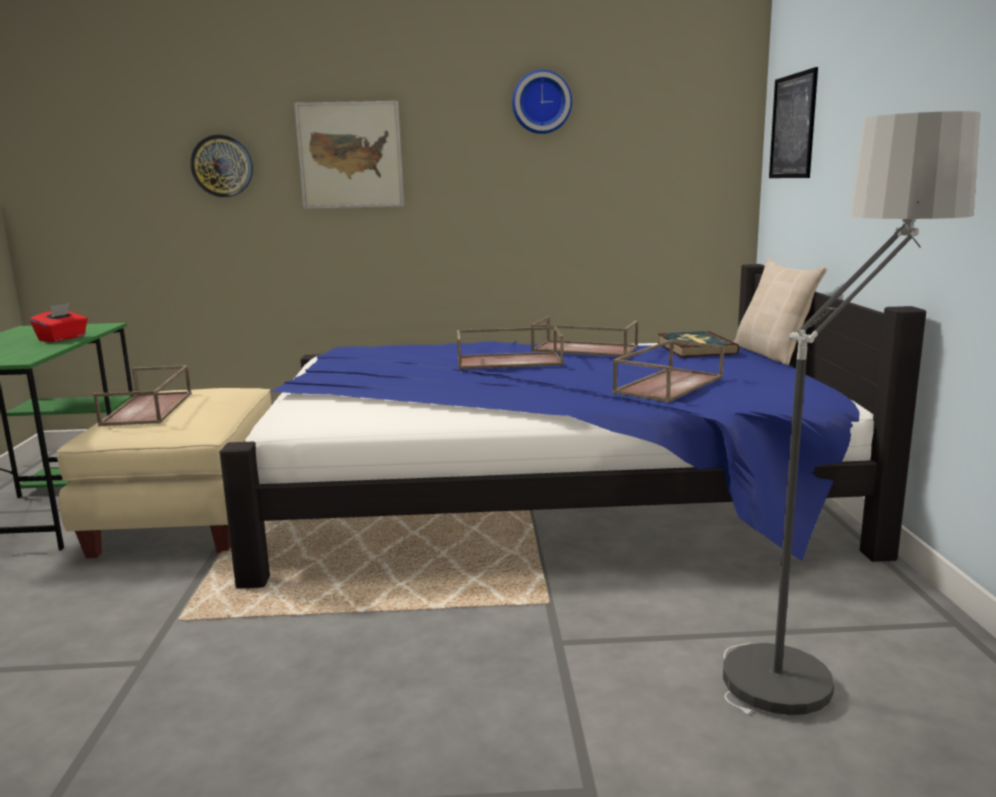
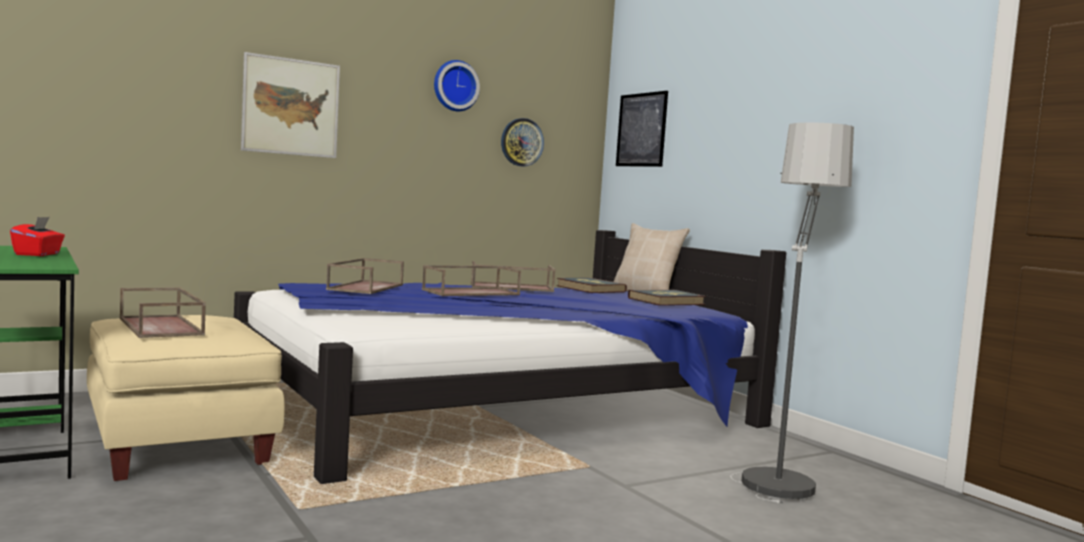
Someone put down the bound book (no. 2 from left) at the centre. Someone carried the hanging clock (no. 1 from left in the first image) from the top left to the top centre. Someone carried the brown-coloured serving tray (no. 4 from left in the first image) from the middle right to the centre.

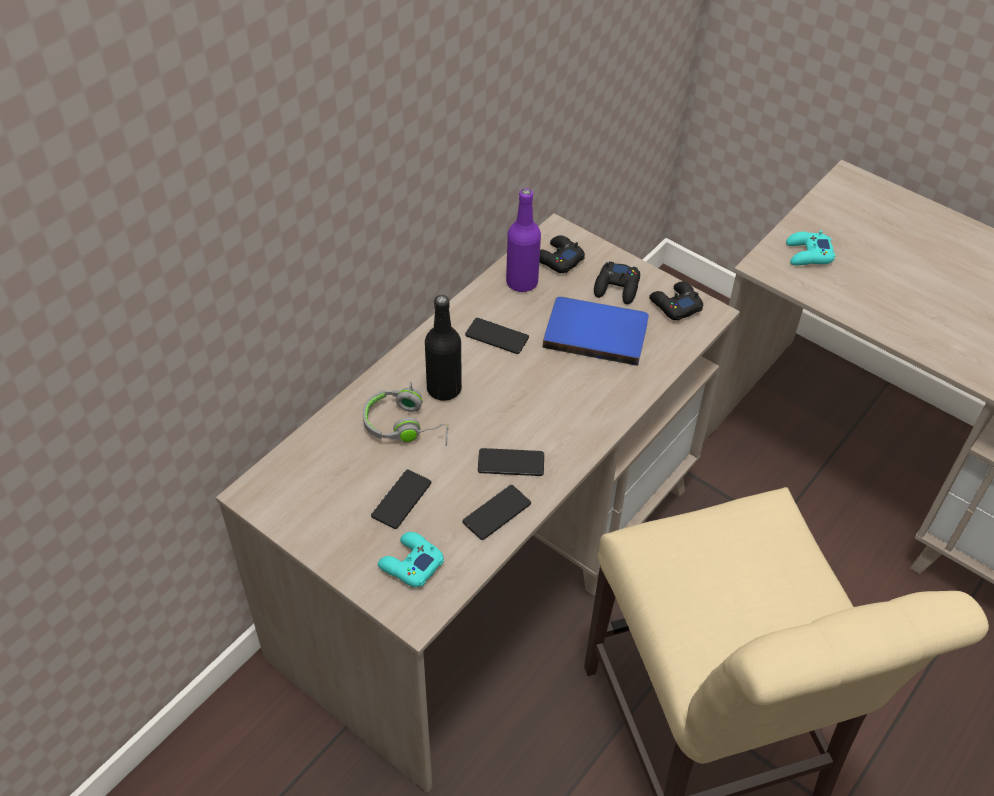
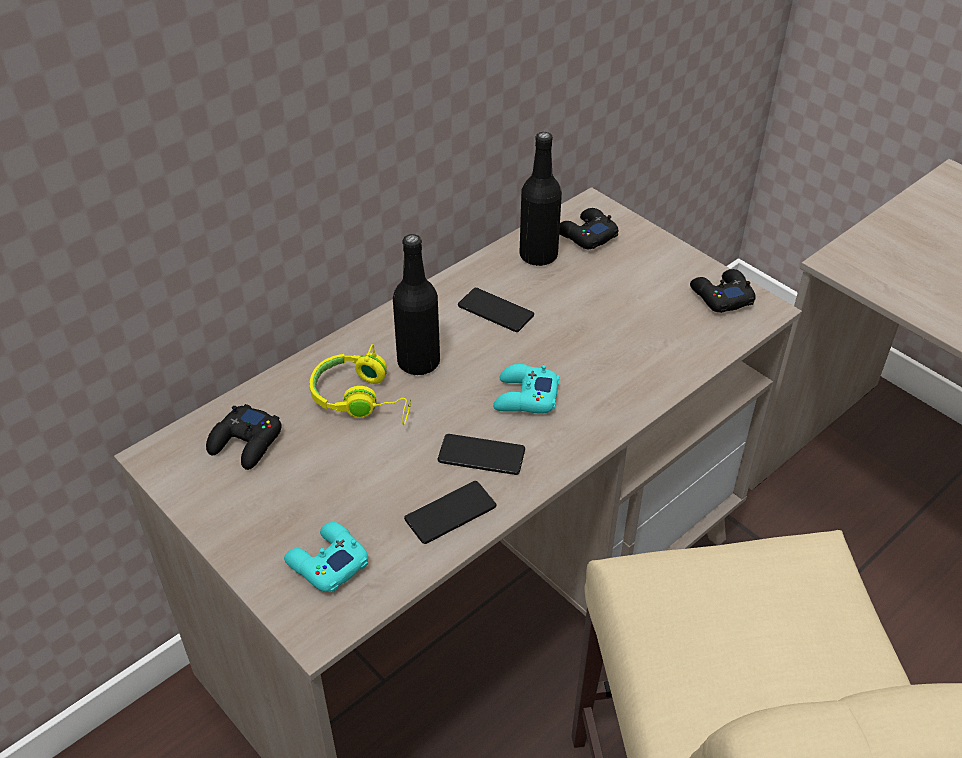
Someone took away the telephone (no. 1 from left) at the centre. Someone took away the blue-coloured bound book at the centre. Someone carried the blackish game controller (no. 2 from left in the first image) from the centre to the middle left. Someone carried the turquoise-coloured game controller (no. 2 from left) from the top right to the centre. Someone repainted the greyish headphones at the centre, which became the yellowish headphones at the centre. Someone repainted the purple-coloured drink bottle at the top centre, which became the blackish drink bottle (no. 2 from left) at the top centre.

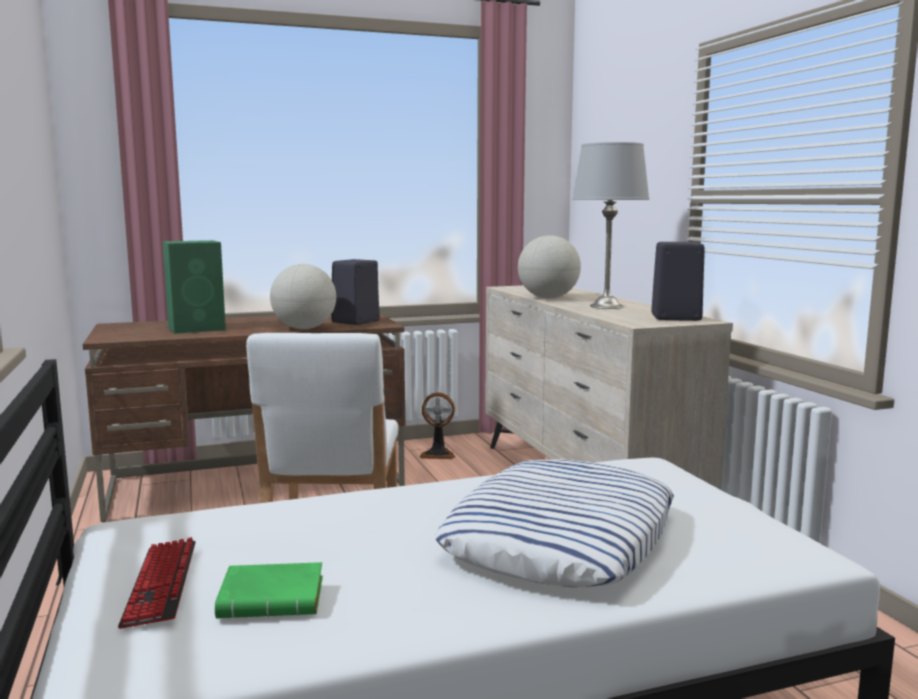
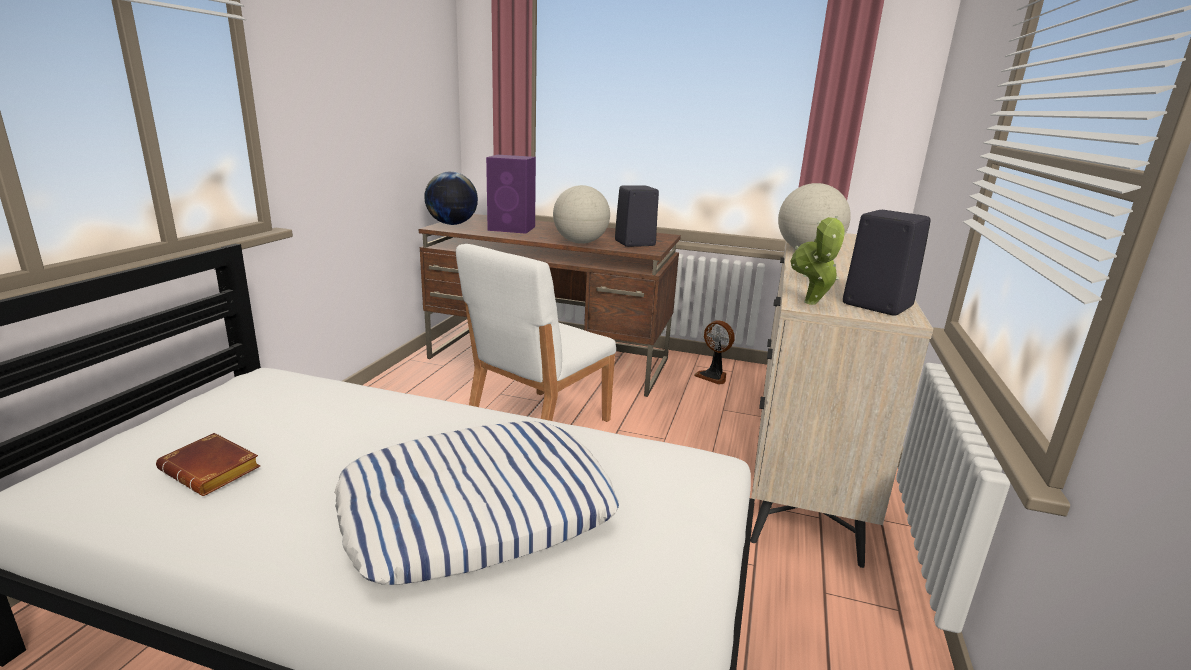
Someone took away the PC keyboard at the bottom left. Someone took away the greyish lamp for a table at the top centre. Someone put down the desk globe (no. 1 from left) at the top centre. Someone put down the houseplant at the middle right. Someone repainted the green loudspeaker at the middle left, which became the purple-coloured loudspeaker at the top centre. Someone repainted the green bound book at the bottom left, which became the brown-coloured bound book at the bottom left.

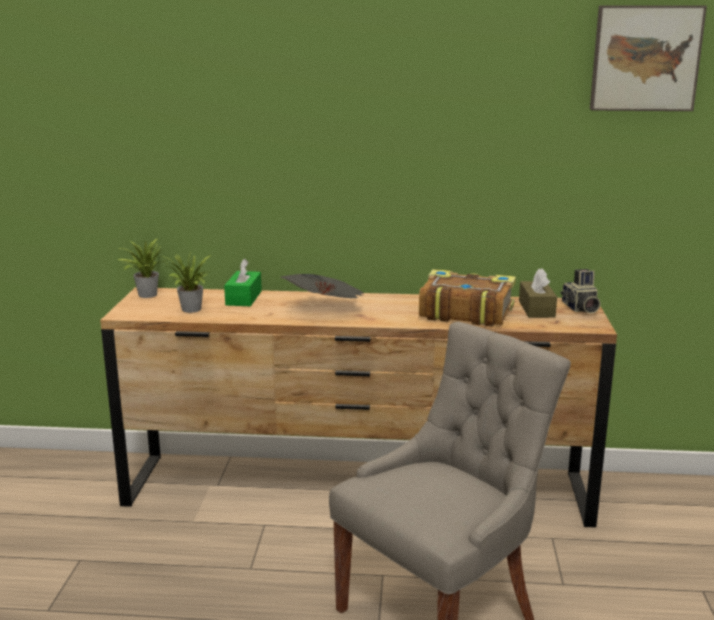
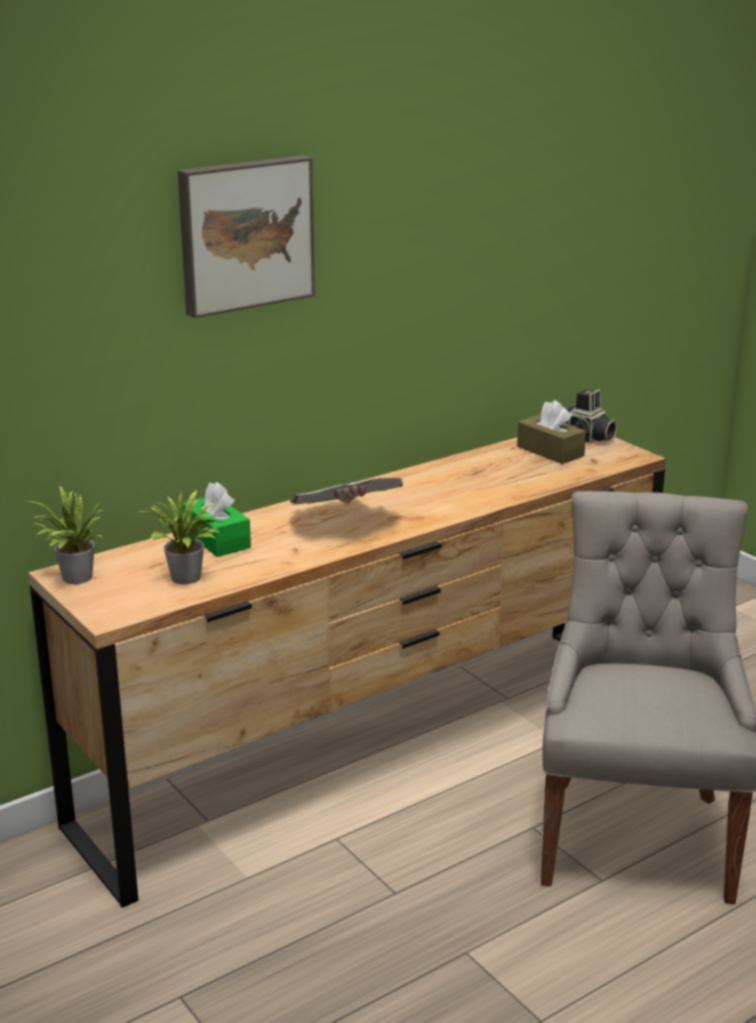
Someone took away the bound book at the centre. Someone carried the wall picture from the top right to the top left.

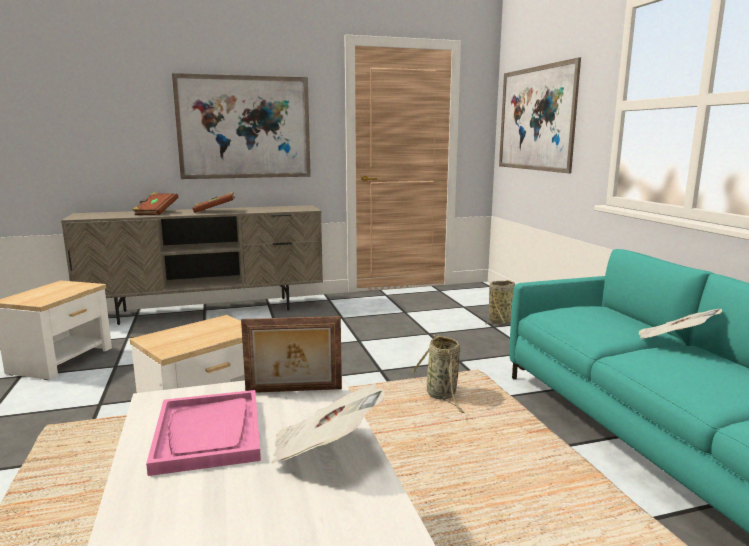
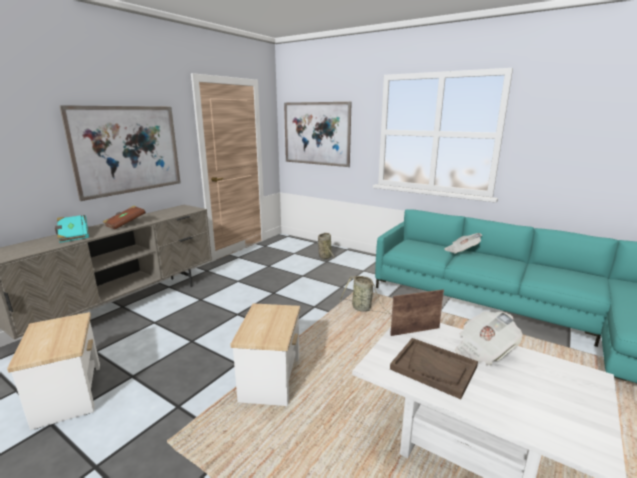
Someone repainted the brown-coloured bound book (no. 1 from left) at the middle left, which became the turquoise-coloured bound book at the middle left. Someone repainted the pinkish serving tray at the bottom left, which became the brown-coloured serving tray at the bottom right. Someone rotated the picture frame at the centre by 150 degrees counterclockwise.

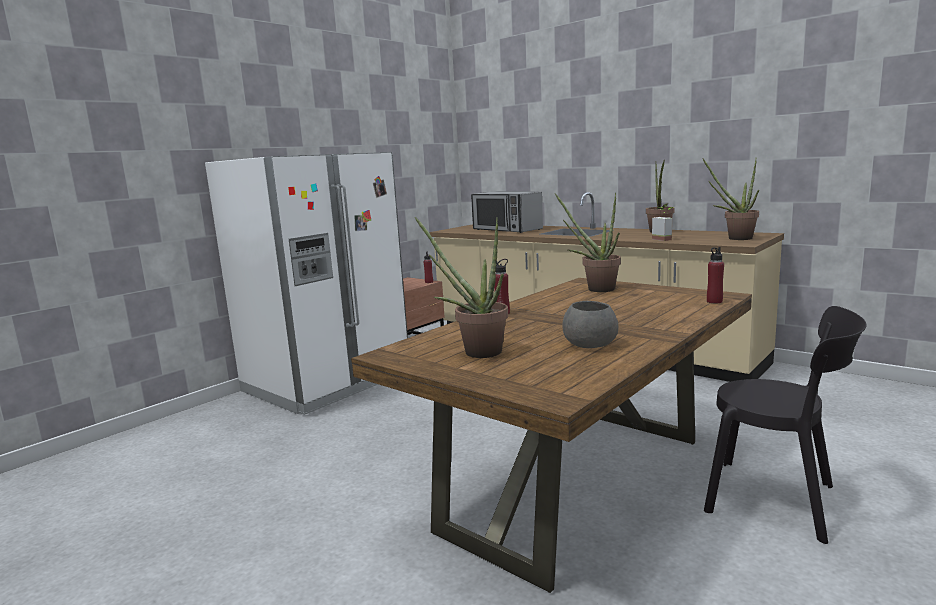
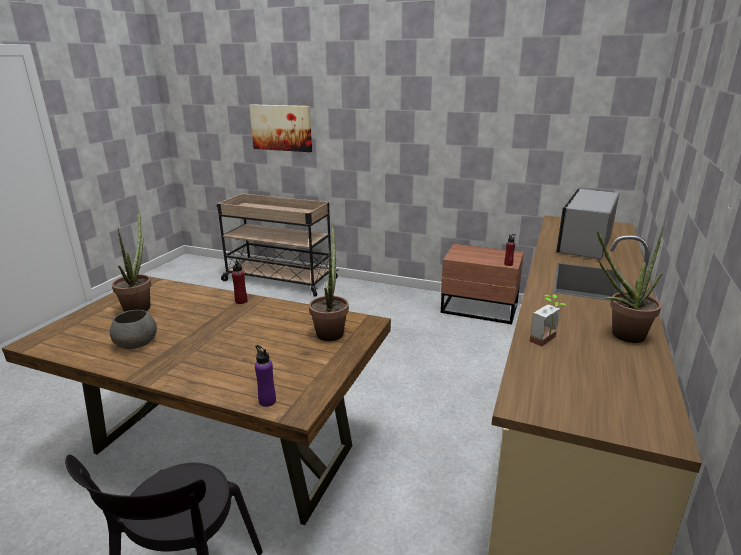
Someone took away the white-coloured fridge at the middle left. Someone took away the houseplant (no. 5 from left) at the top right. Someone put down the beige-coloured trolley at the centre. Someone put up the wall picture at the top centre. Someone repainted the red drink bottle (no. 3 from left) at the middle right, which became the purple-coloured drink bottle at the bottom centre.

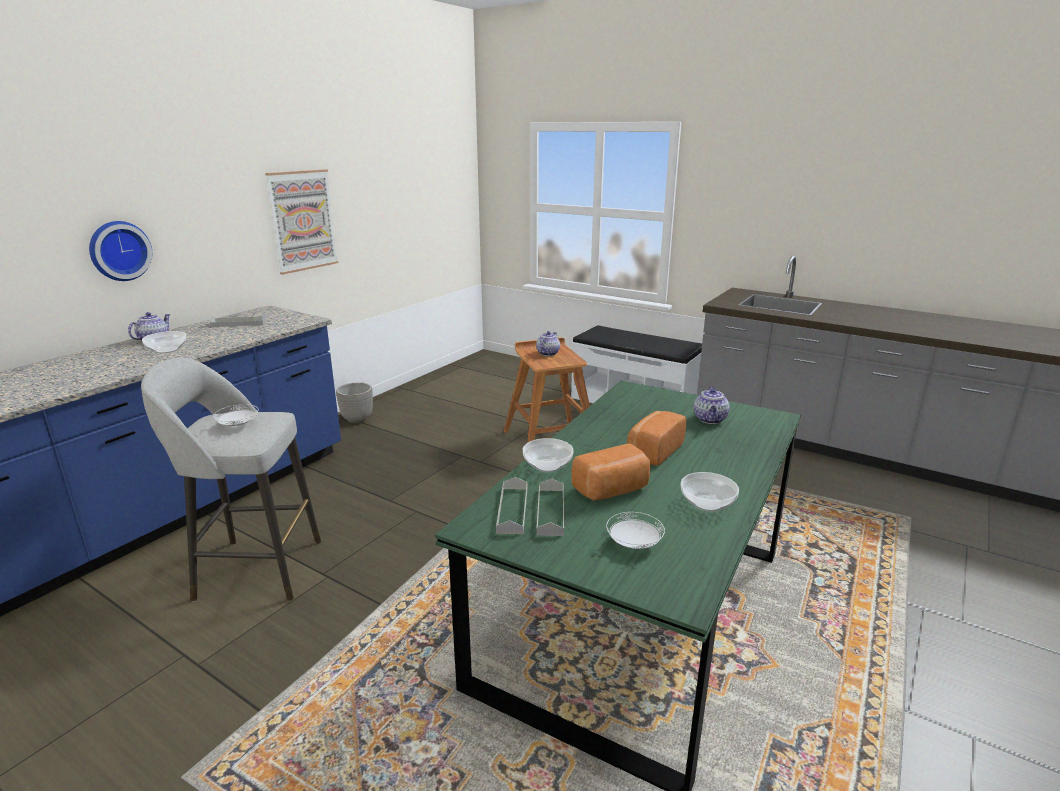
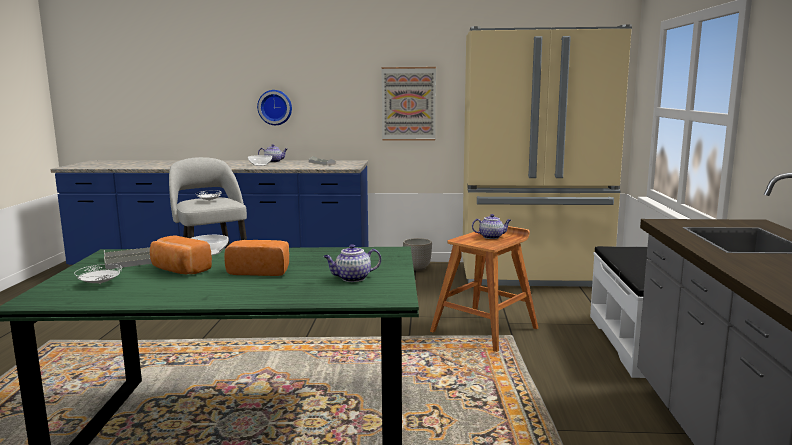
Someone took away the deep dish (no. 3 from left) at the middle right. Someone put down the beige-coloured fridge at the middle right.

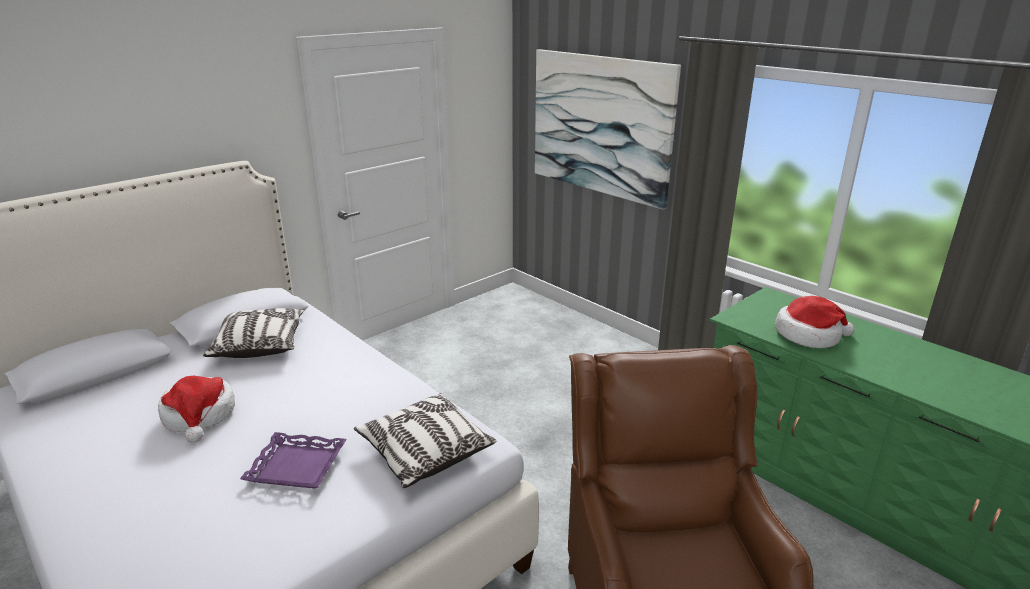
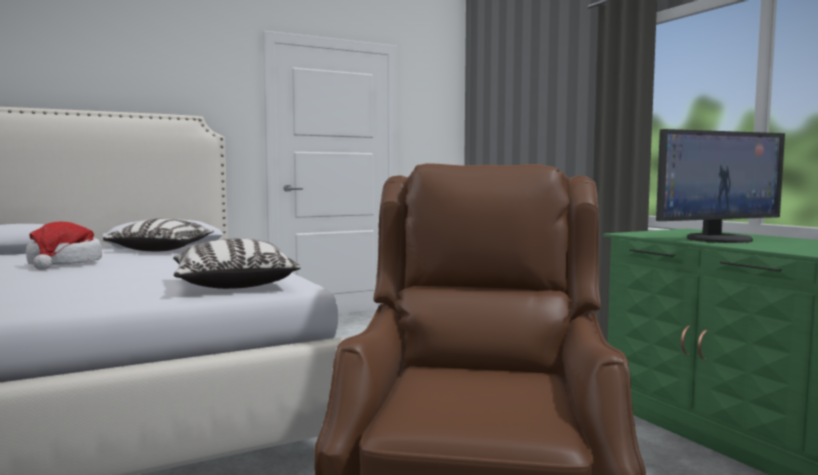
Someone took away the purple-coloured serving tray at the bottom left. Someone took away the wall picture at the top centre. Someone swapped the clothing hat (no. 2 from left) at the middle right for the computer display at the middle right.

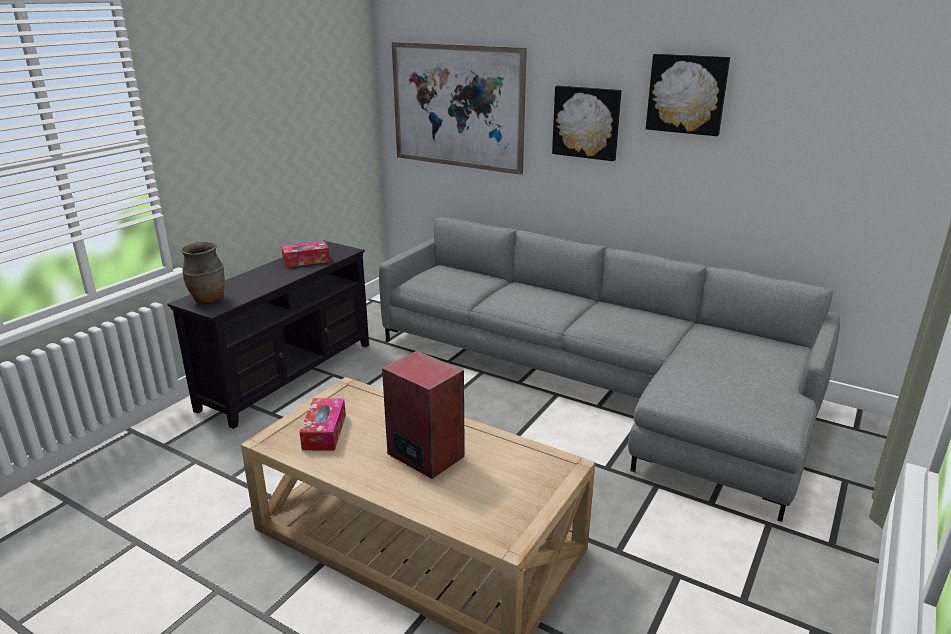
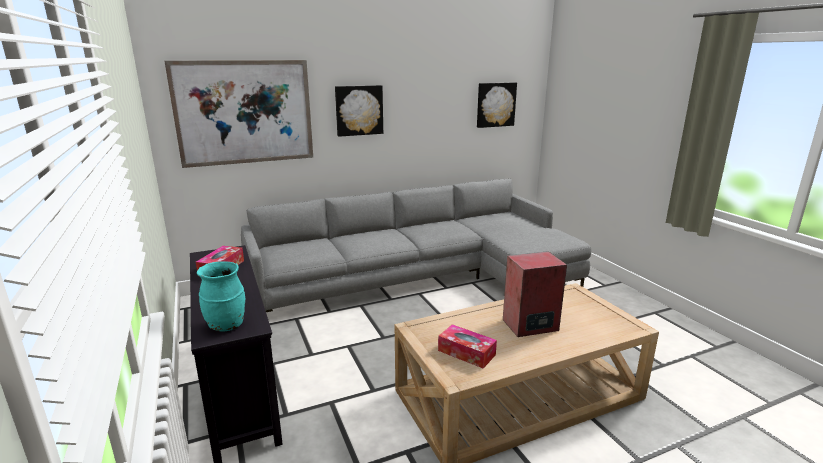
Someone carried the wall picture (no. 3 from left) from the top right to the top centre. Someone repainted the brown-coloured decorative vase at the middle left, which became the turquoise-coloured decorative vase at the middle left.

